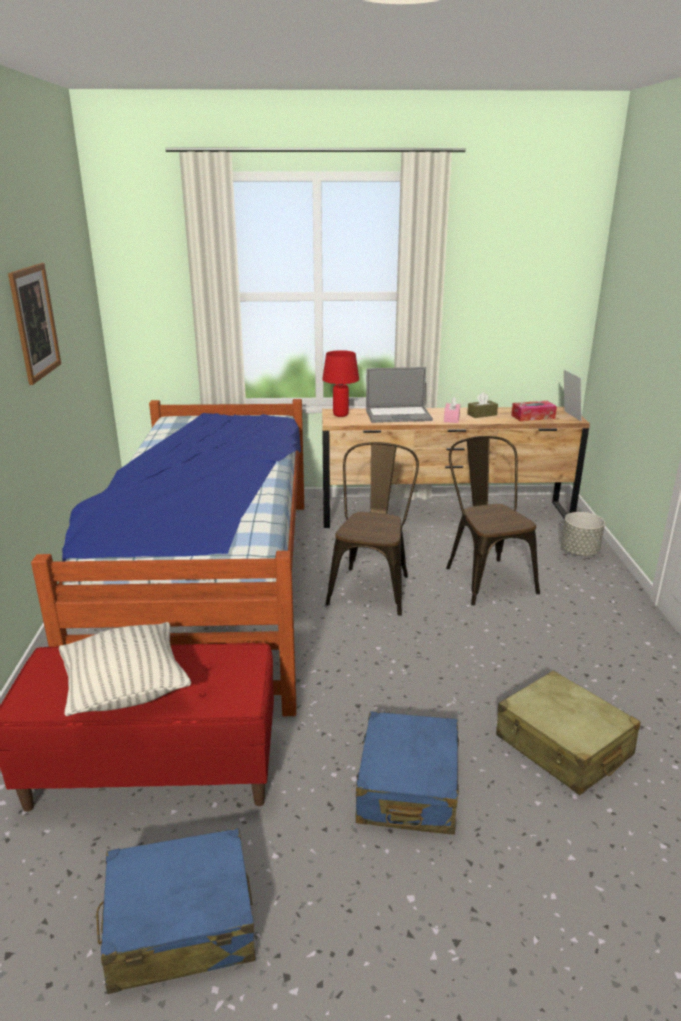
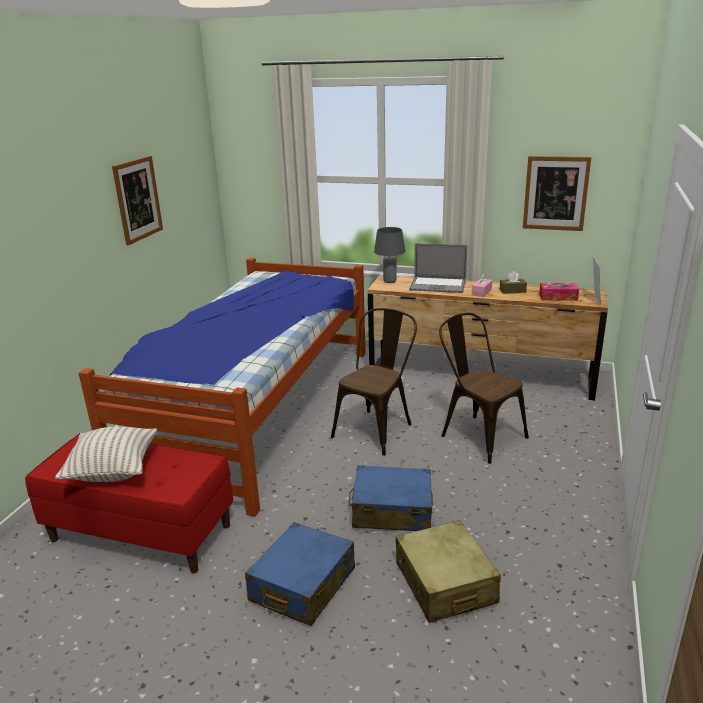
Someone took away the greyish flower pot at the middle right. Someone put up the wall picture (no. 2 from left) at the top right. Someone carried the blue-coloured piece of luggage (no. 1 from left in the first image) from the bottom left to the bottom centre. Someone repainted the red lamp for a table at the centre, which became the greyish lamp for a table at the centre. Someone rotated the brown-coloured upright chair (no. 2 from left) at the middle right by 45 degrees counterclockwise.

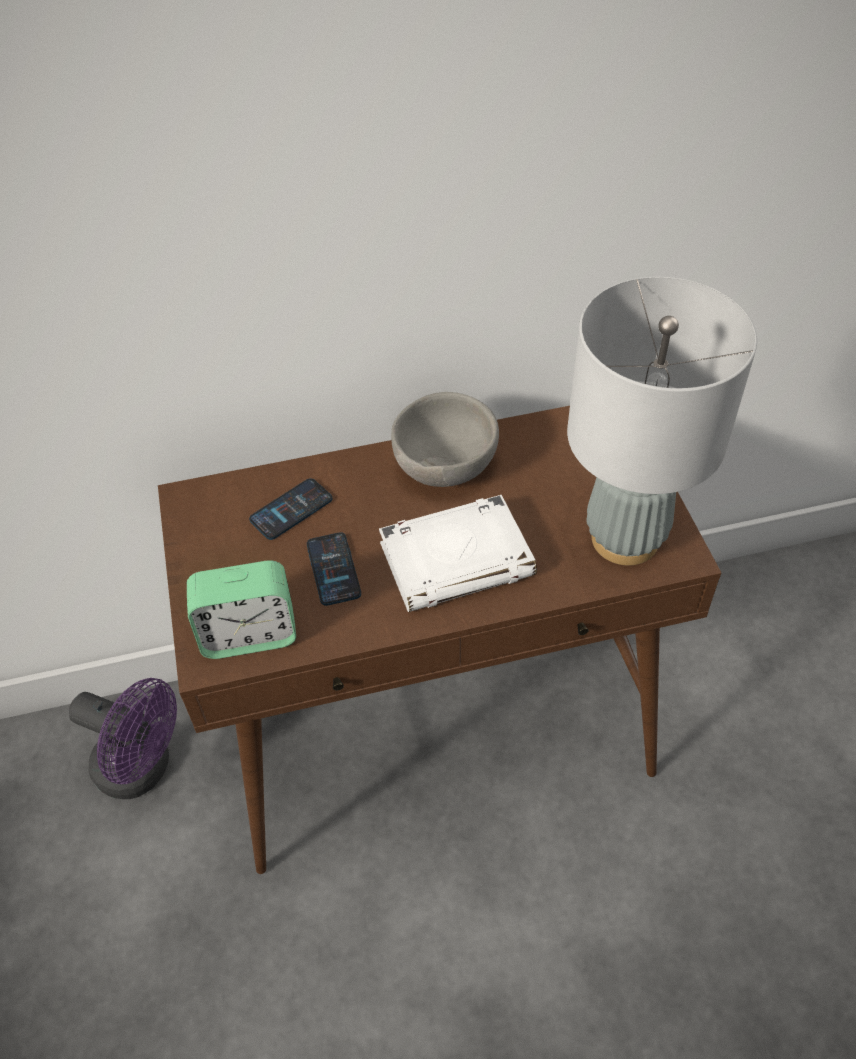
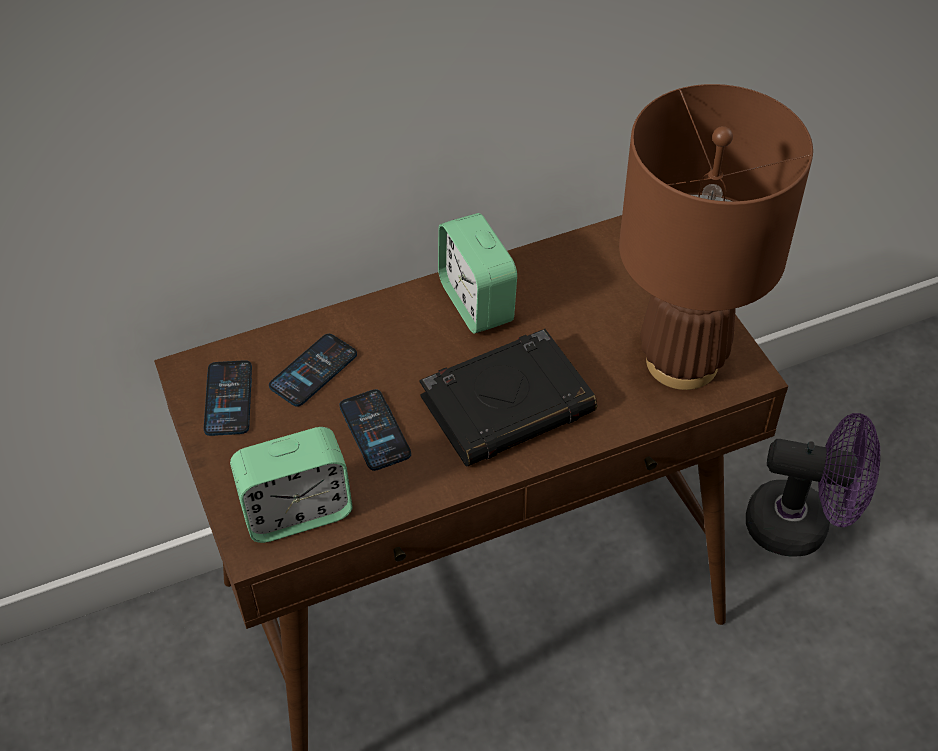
Someone put down the telephone (no. 1 from left) at the middle left. Someone carried the purple-coloured cooling fan from the bottom left to the middle right. Someone swapped the greyish deep dish at the centre for the table clock (no. 2 from left) at the centre. Someone repainted the white-coloured bound book at the centre, which became the blackish bound book at the centre. Someone repainted the greyish lamp for a table at the middle right, which became the brown-coloured lamp for a table at the top right.

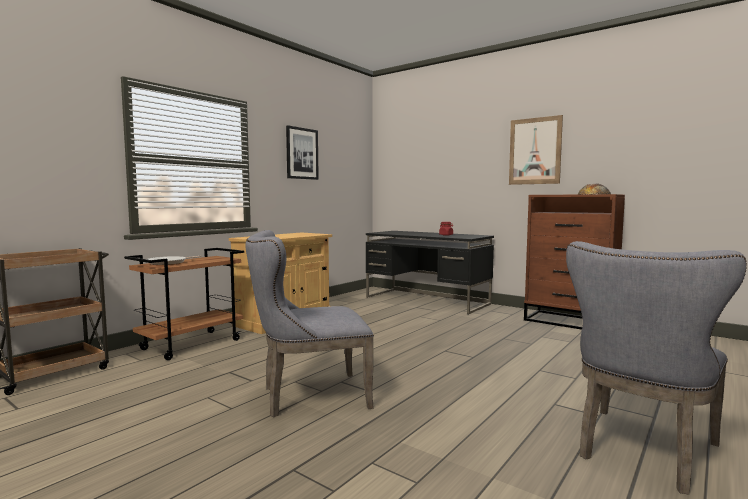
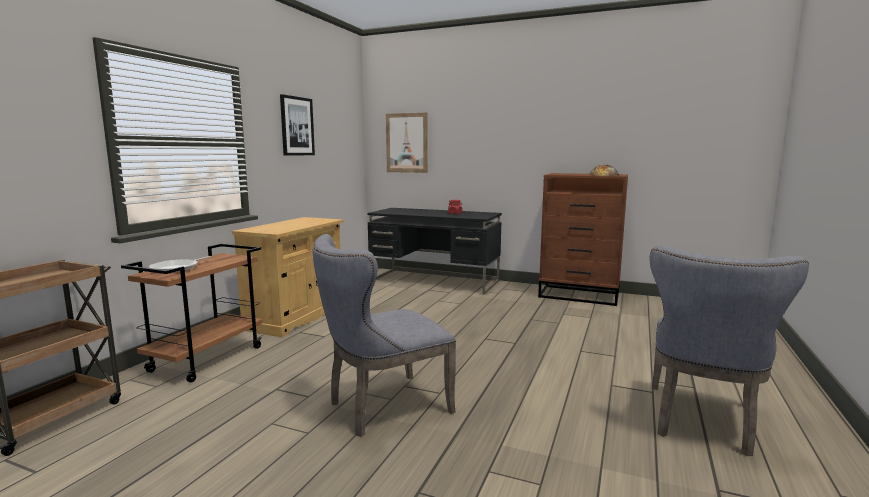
Someone carried the wall picture (no. 2 from left) from the top right to the top centre.

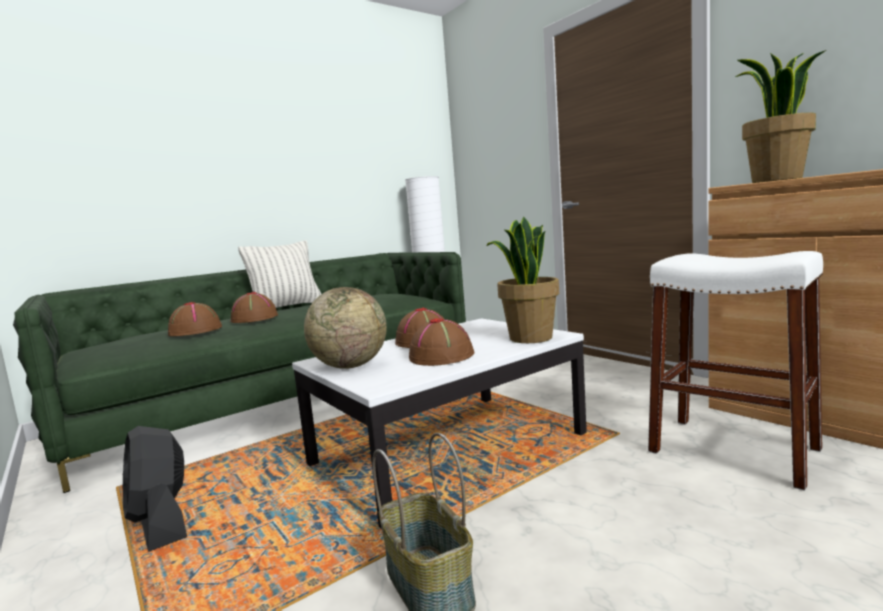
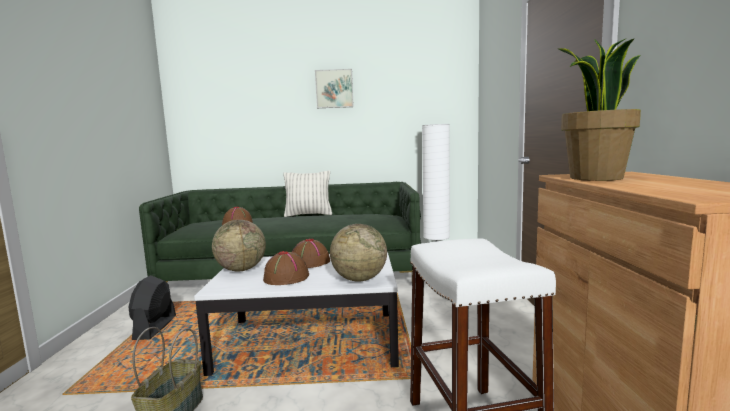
Someone took away the brown-coloured clothing hat (no. 2 from left) at the middle left. Someone put up the wall picture at the top centre. Someone swapped the houseplant (no. 1 from left) at the centre for the desk globe (no. 2 from left) at the centre.

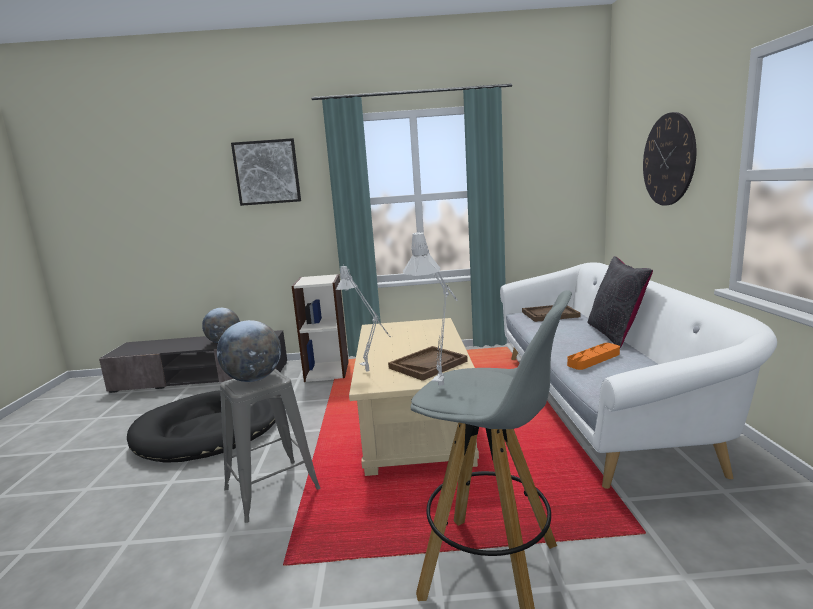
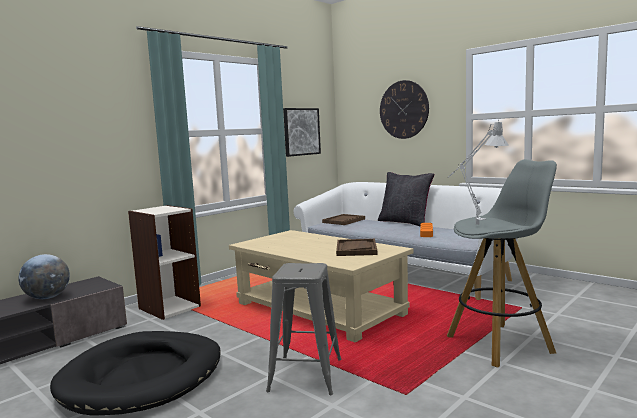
Someone took away the desk globe (no. 2 from left) at the middle left. Someone took away the greyish lamp for a table (no. 1 from left) at the centre. Someone carried the wall picture from the top left to the top centre.

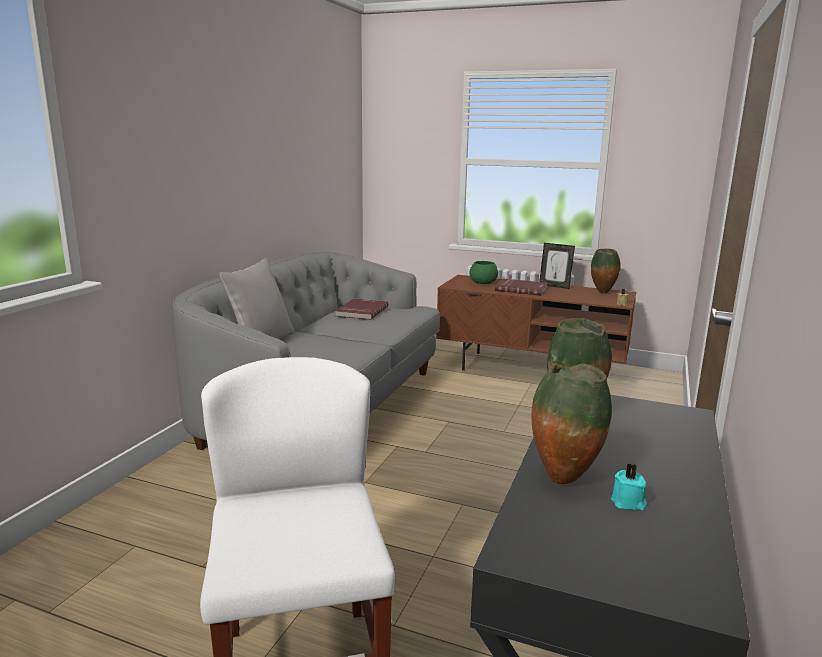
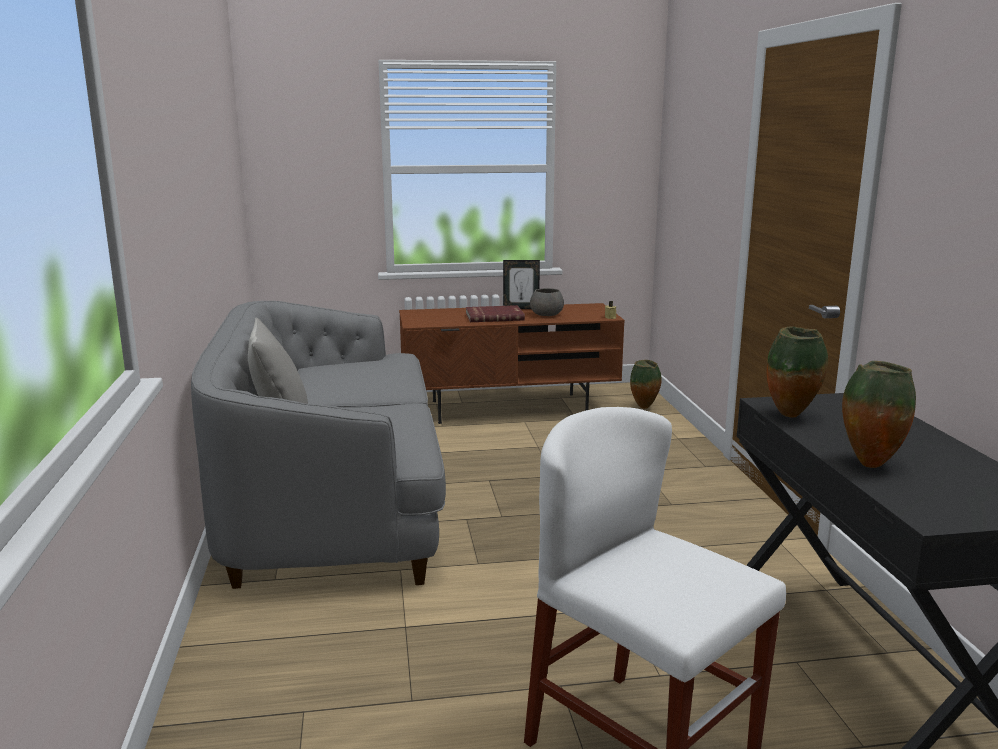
Someone took away the red bound book (no. 1 from left) at the centre. Someone took away the green deep dish at the centre. Someone took away the turquoise-coloured wax light at the bottom right. Someone put down the greyish deep dish at the centre. Someone carried the decorative vase (no. 3 from left in the first image) from the middle right to the centre.

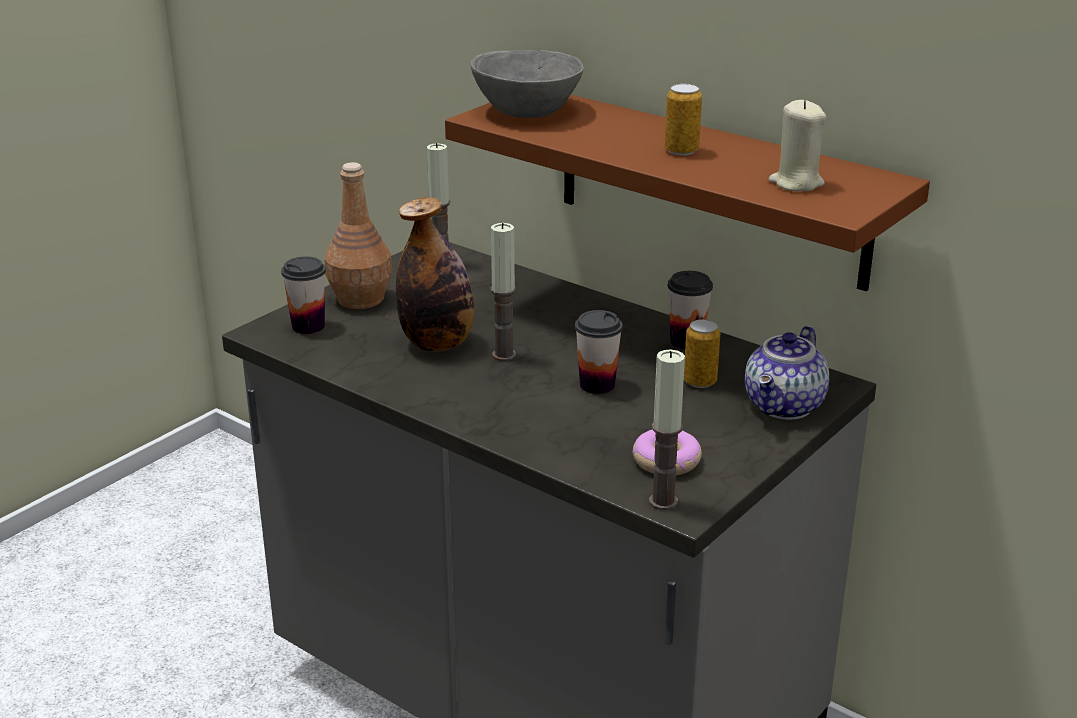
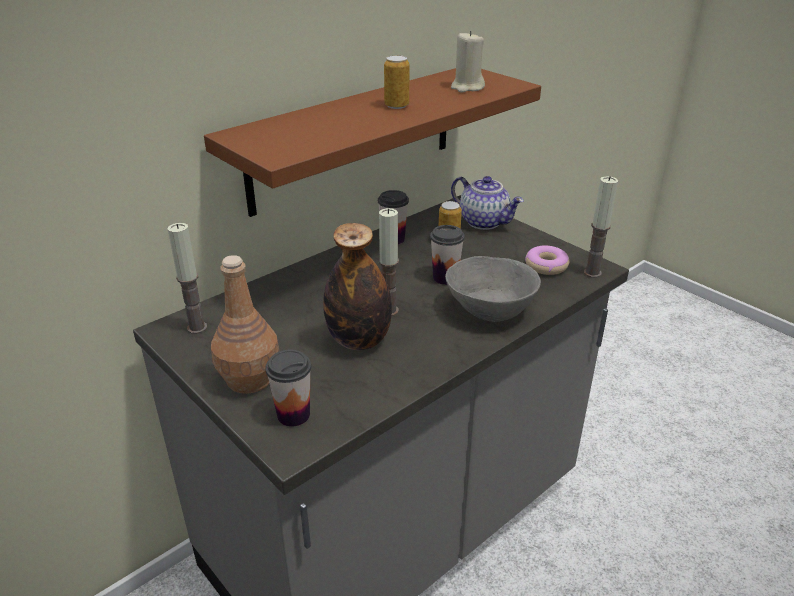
Someone carried the greyish deep dish from the top centre to the centre.

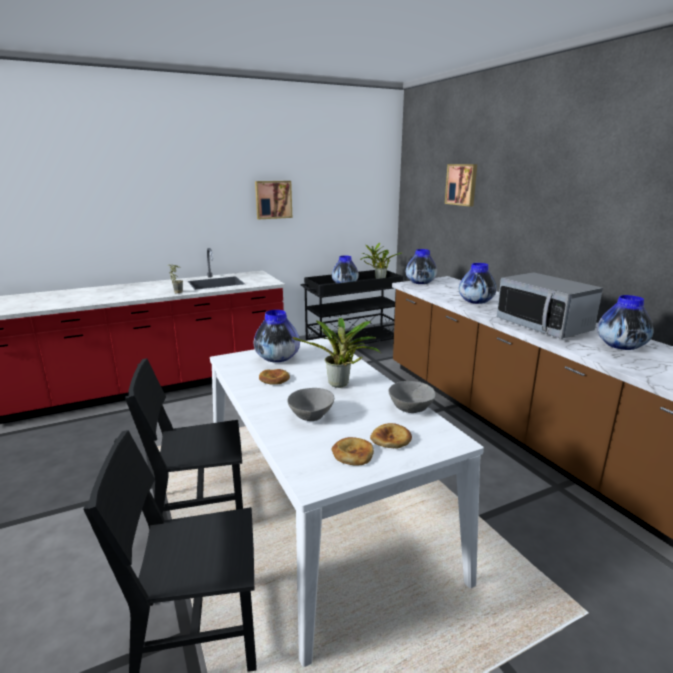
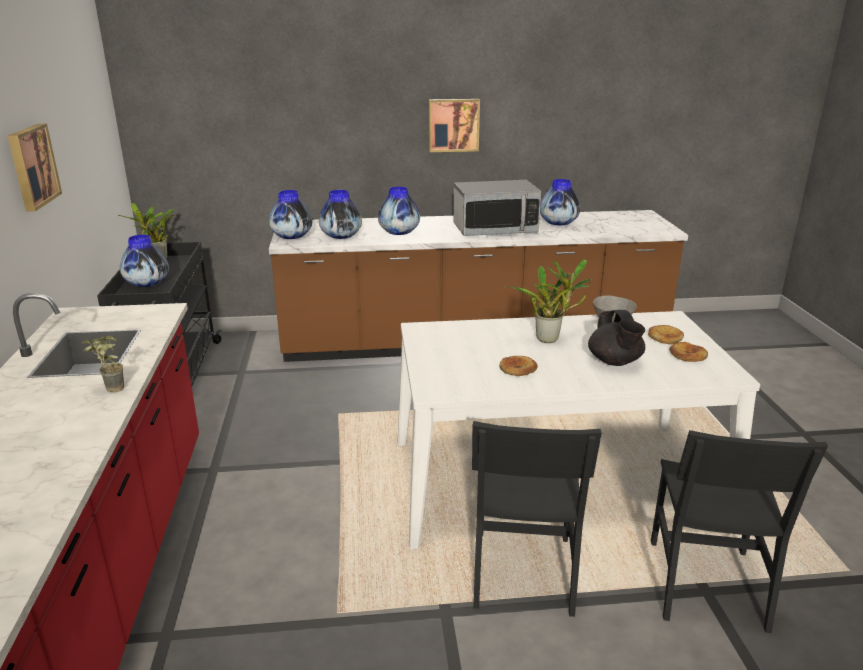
Someone carried the decorative vase (no. 1 from left in the first image) from the centre to the top centre. Someone carried the wall picture (no. 2 from left) from the top right to the top centre. Someone swapped the greyish deep dish (no. 1 from left) at the centre for the blackish pot for tea at the middle right.

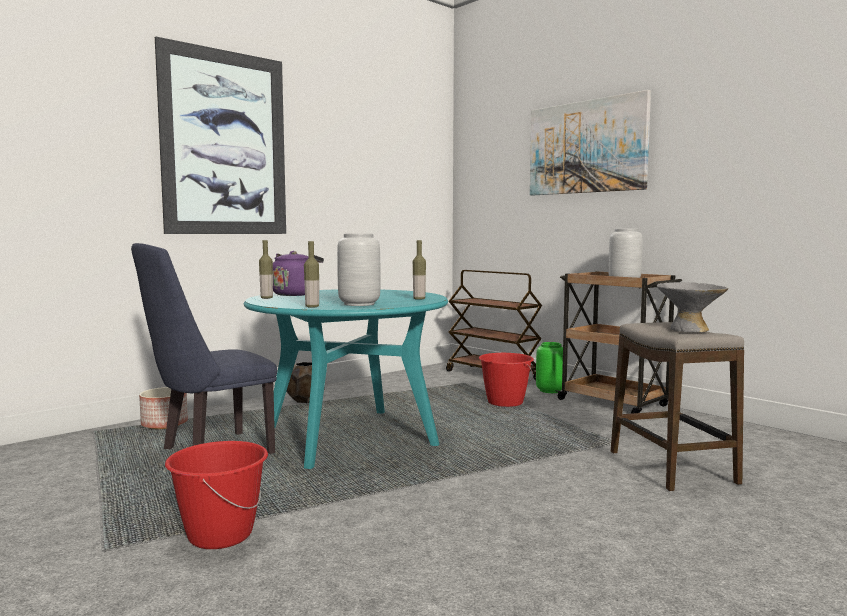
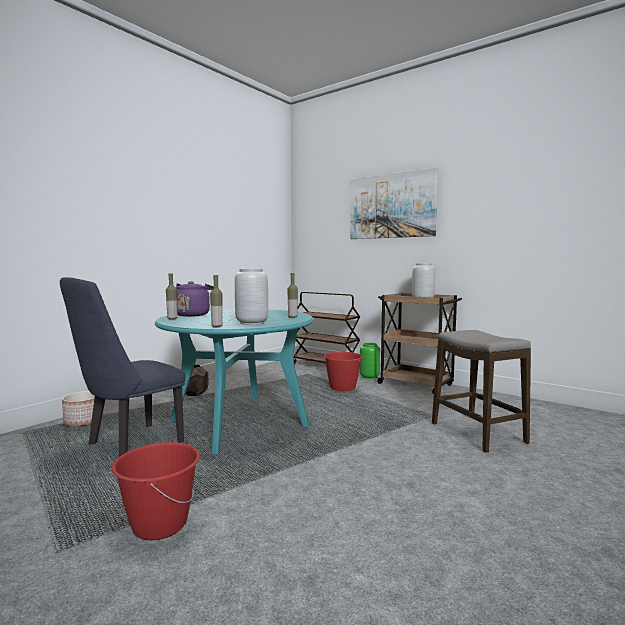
Someone took away the wall picture (no. 1 from left) at the top left. Someone took away the greyish deep dish at the middle right.

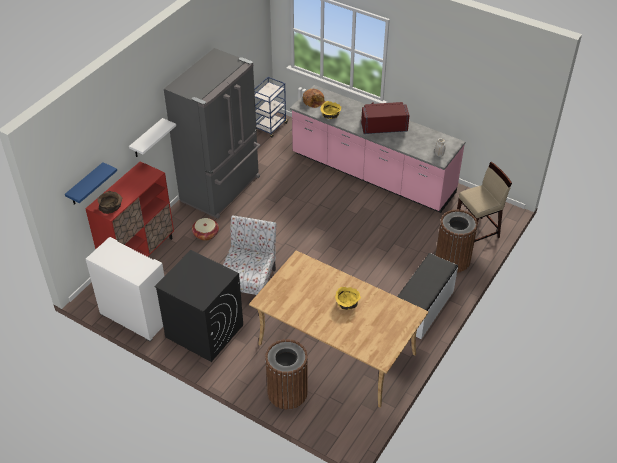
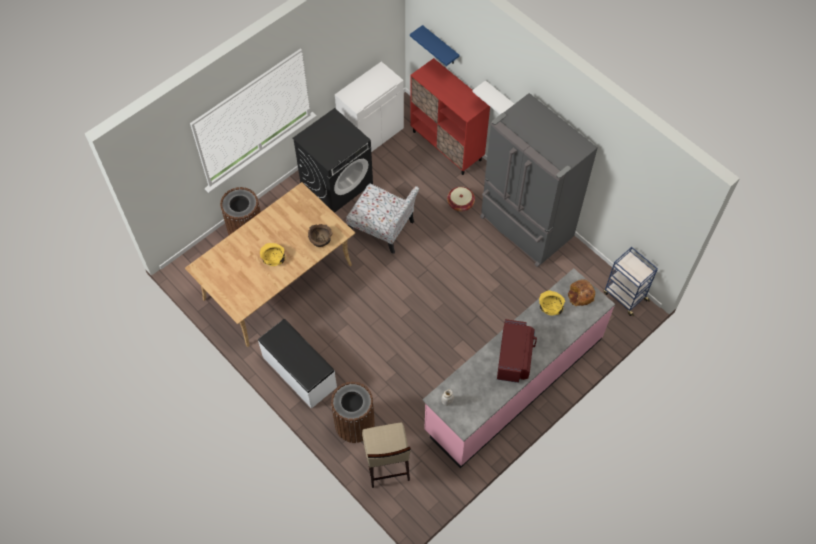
Someone carried the brown-coloured deep dish from the middle left to the centre.

